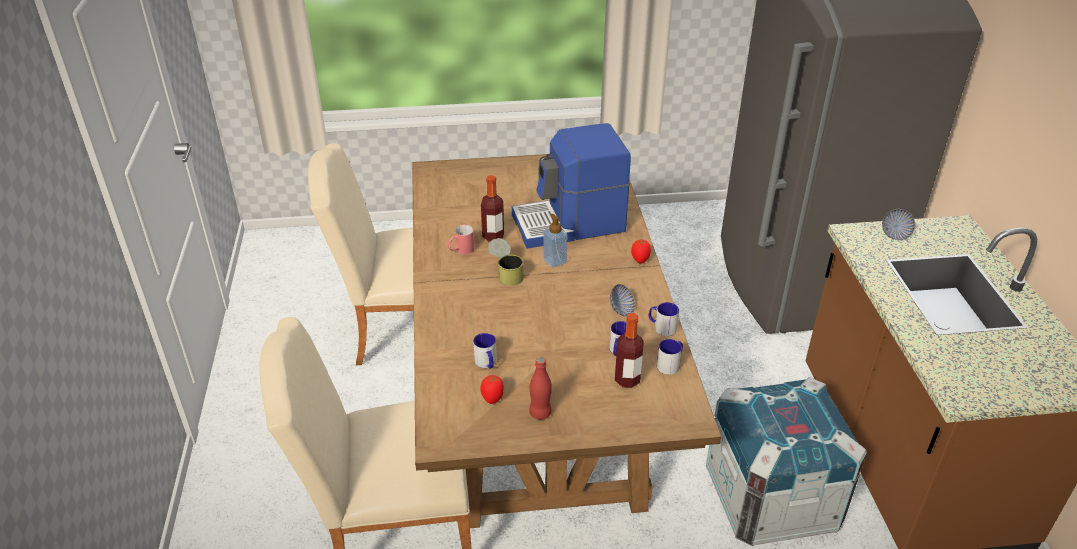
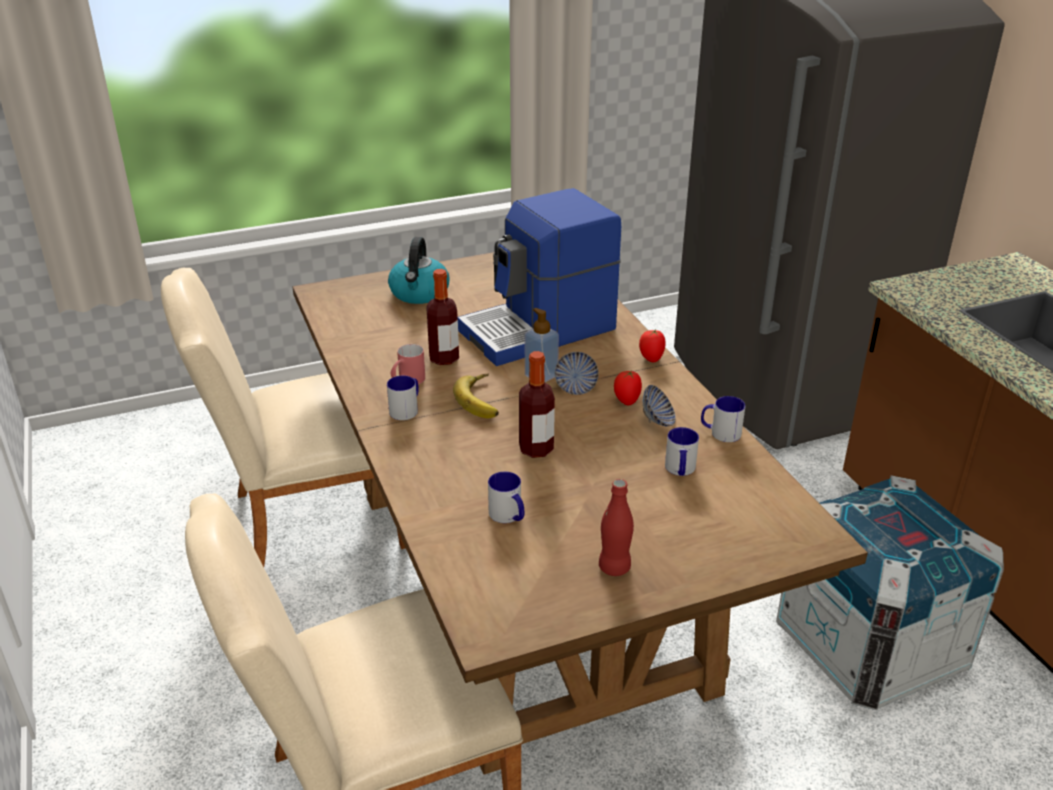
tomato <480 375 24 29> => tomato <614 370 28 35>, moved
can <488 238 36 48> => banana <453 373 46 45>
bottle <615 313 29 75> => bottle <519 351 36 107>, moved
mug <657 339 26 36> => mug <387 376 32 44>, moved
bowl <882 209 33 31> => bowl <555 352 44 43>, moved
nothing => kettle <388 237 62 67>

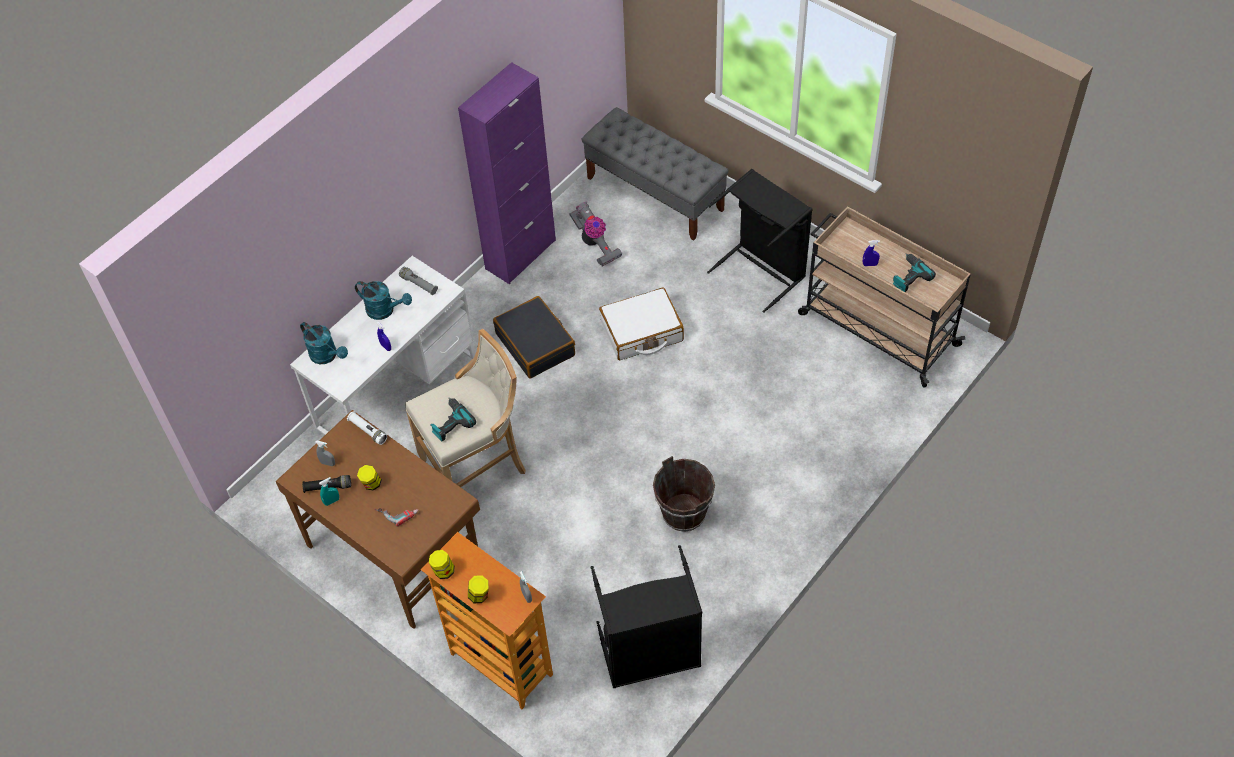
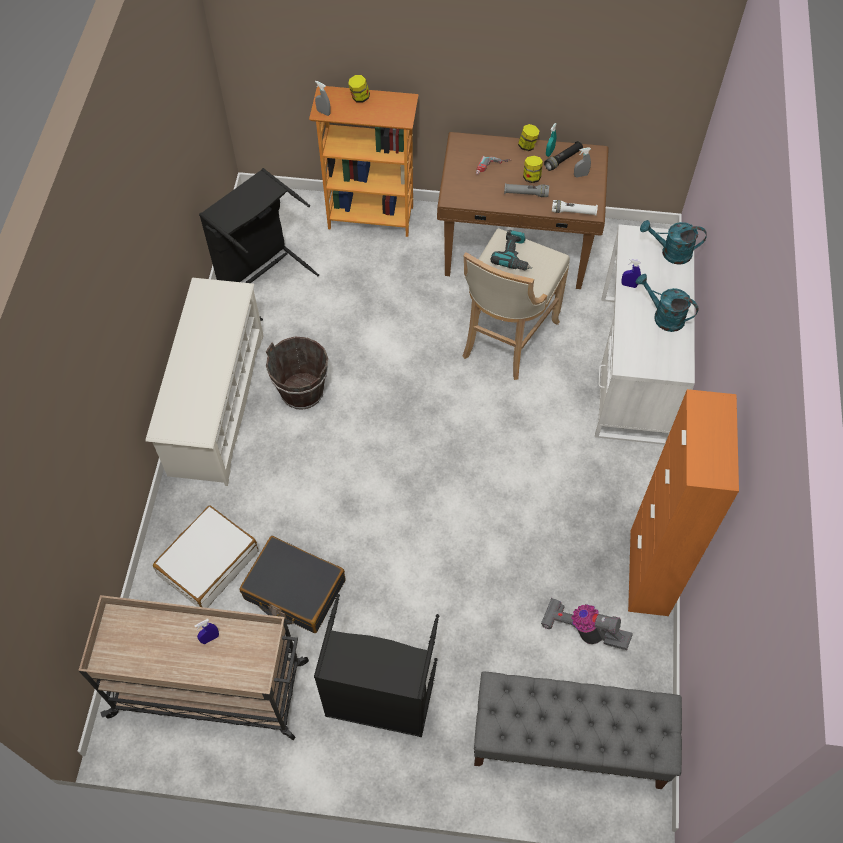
turquoise watering can <355 281 57 39> => turquoise watering can <636 274 62 58>, 45 degrees clockwise
grey flashlight <399 267 39 28> => grey flashlight <504 183 45 14>, moved
jar <429 550 26 29> => jar <518 124 22 27>, moved
purple cabinet <458 62 98 222> => orange cabinet <628 389 111 227>
black suitcase <493 296 82 82> => black suitcase <240 536 105 97>, moved
white suitcase <599 288 85 72> => white suitcase <153 506 105 102>, moved
power drill <893 254 43 38> => nothing
nothing => white shoe rack <146 277 118 209>

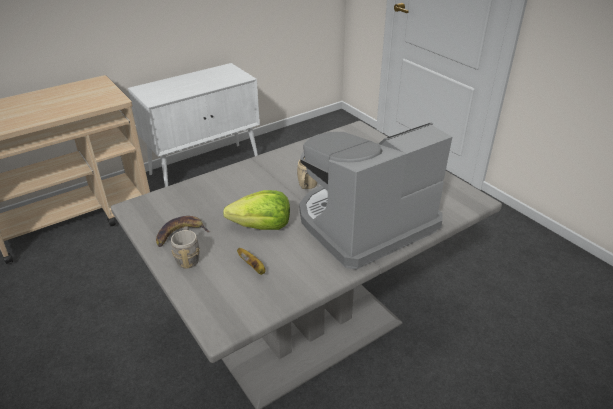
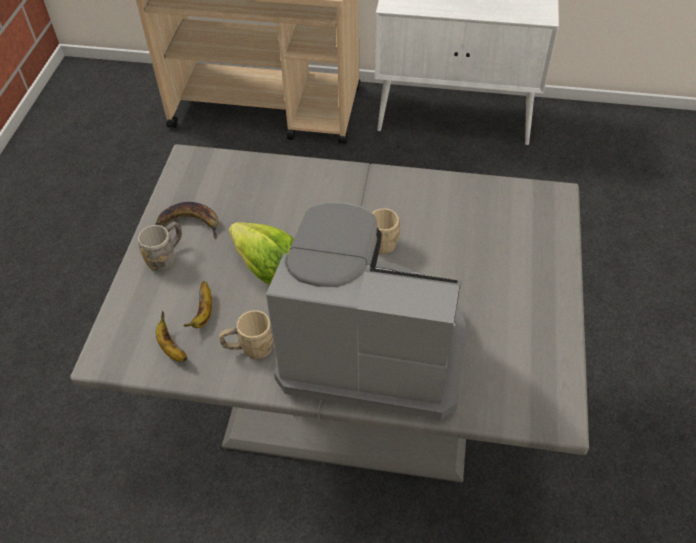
nothing => banana <156 311 31 51>
nothing => beige mug <219 310 55 49>

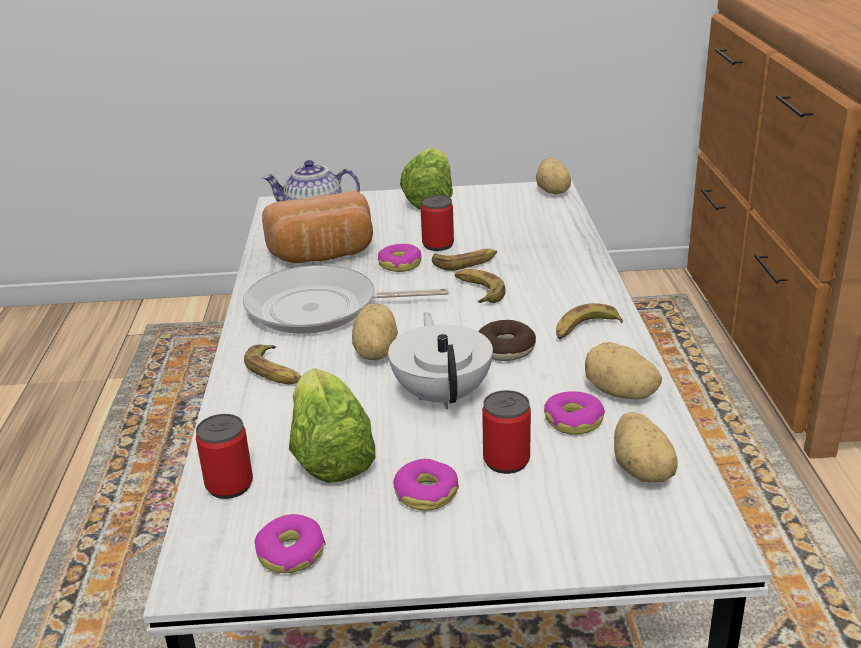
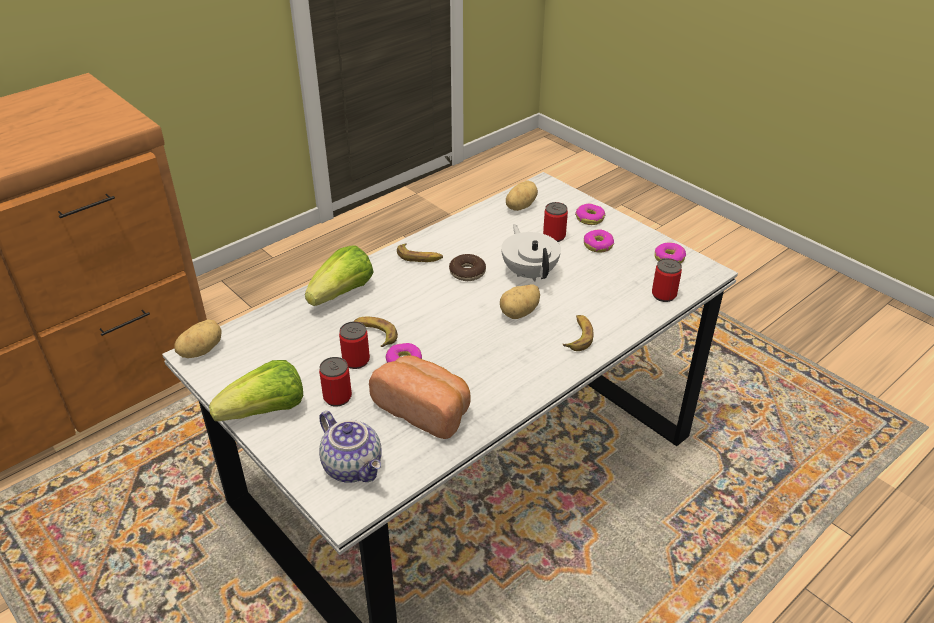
frying pan <243 265 206 69> => nothing
lettuce <289 368 86 115> => lettuce <305 245 69 61>, moved
white teapot <388 312 105 97> => white teapot <501 224 60 58>, 120 degrees clockwise
banana <455 269 51 34> => nothing
donut <544 391 61 44> => donut <575 204 30 21>, moved
potato <585 342 77 57> => nothing
nothing => can <319 357 33 50>

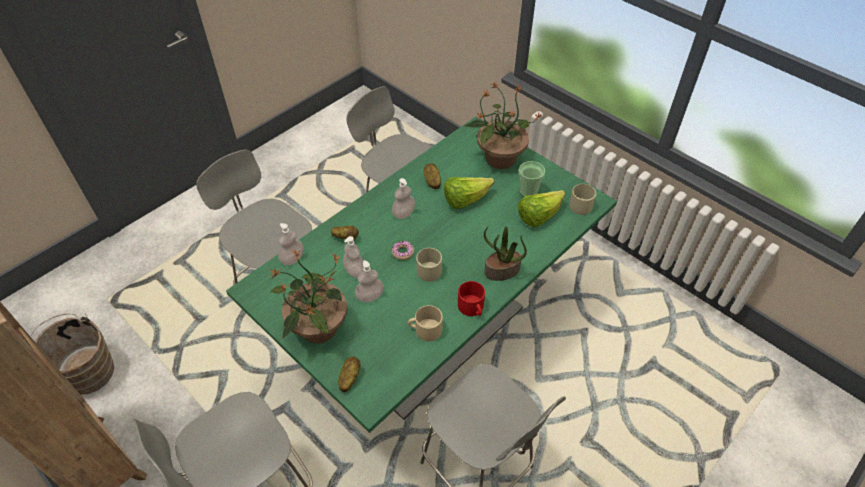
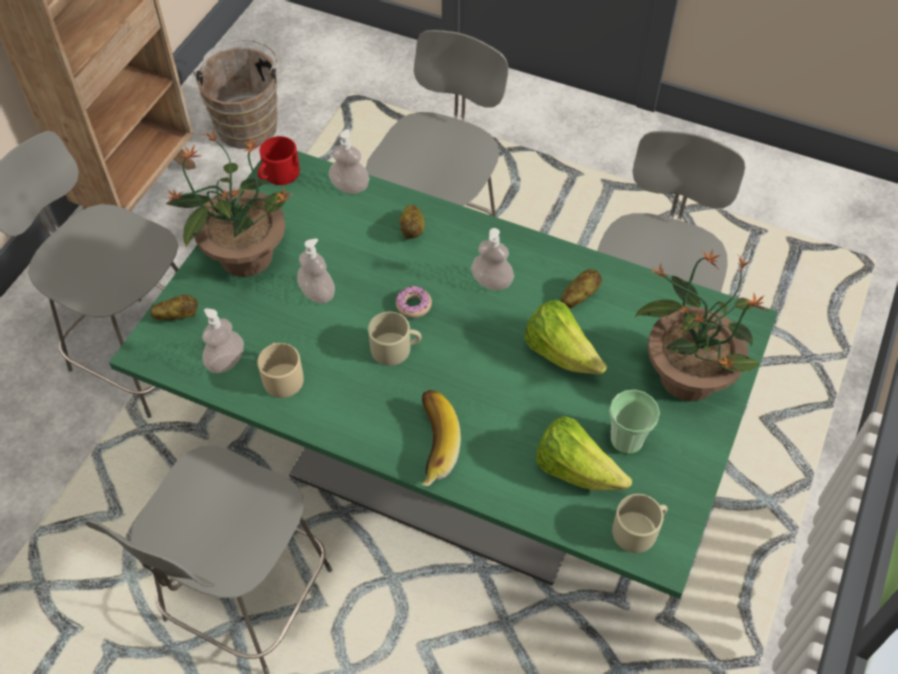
soap dispenser <343 236 21 42> => soap dispenser <202 308 42 65>, moved
red mug <458 281 27 35> => red mug <258 136 42 49>, moved
potted plant <484 226 43 55> => banana <422 390 39 96>

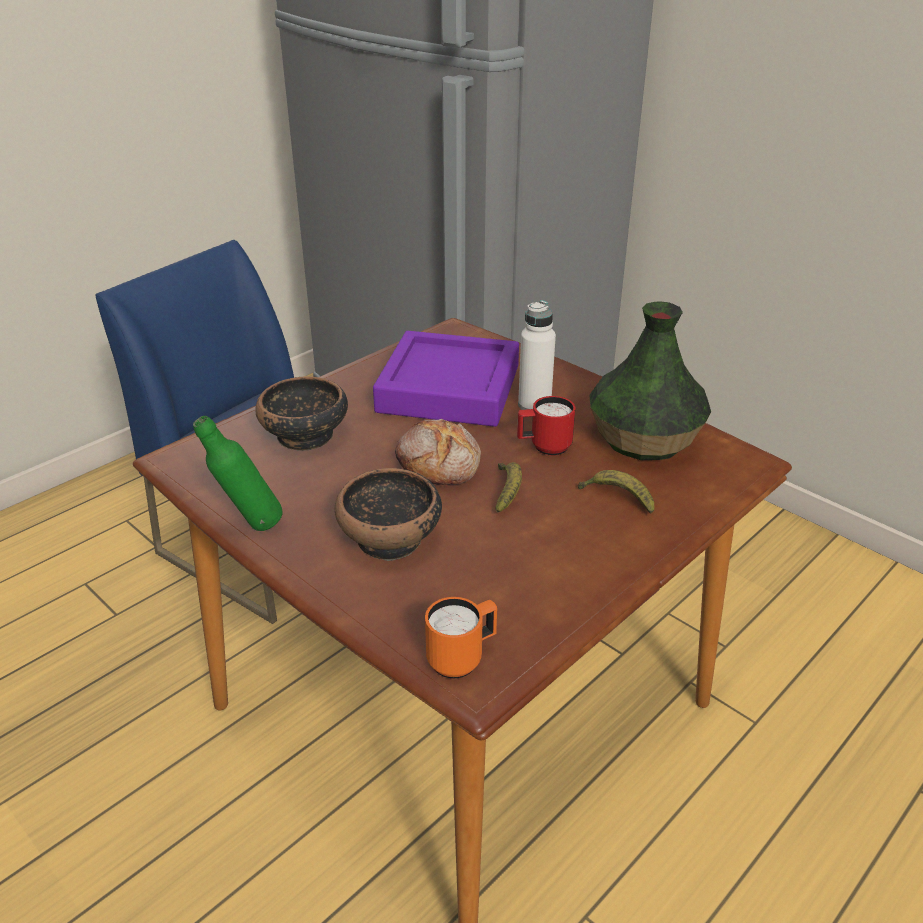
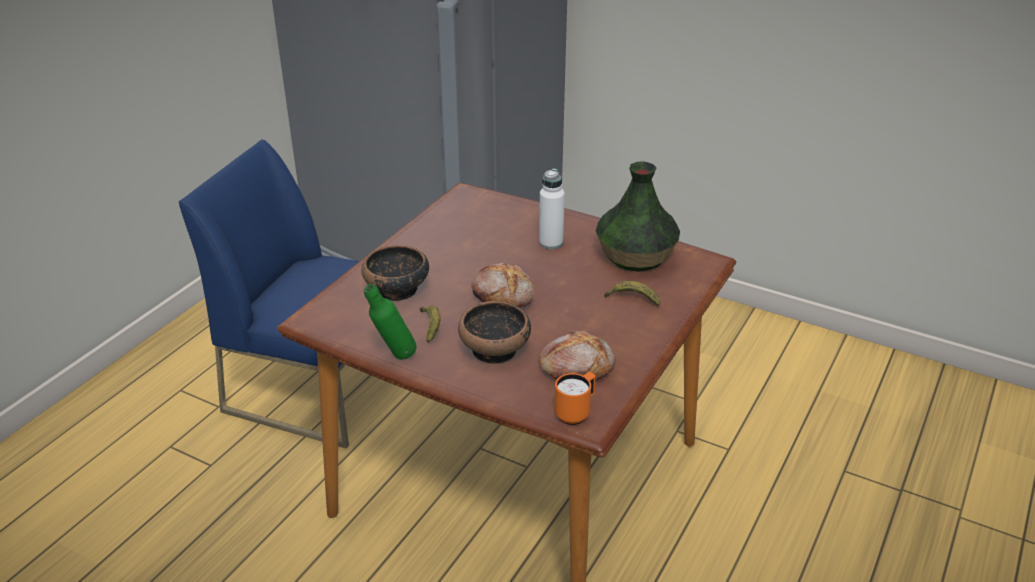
purple tray <373 331 146 96> => nothing
banana <495 462 27 51> => banana <420 305 21 37>, moved
red mug <517 396 59 60> => nothing
nothing => bread <539 331 77 49>

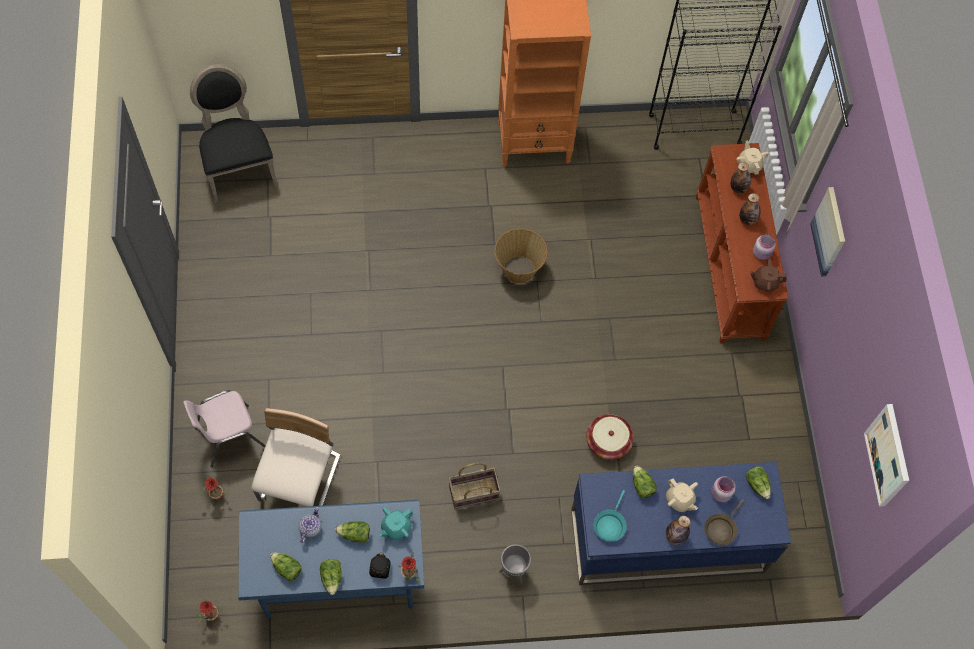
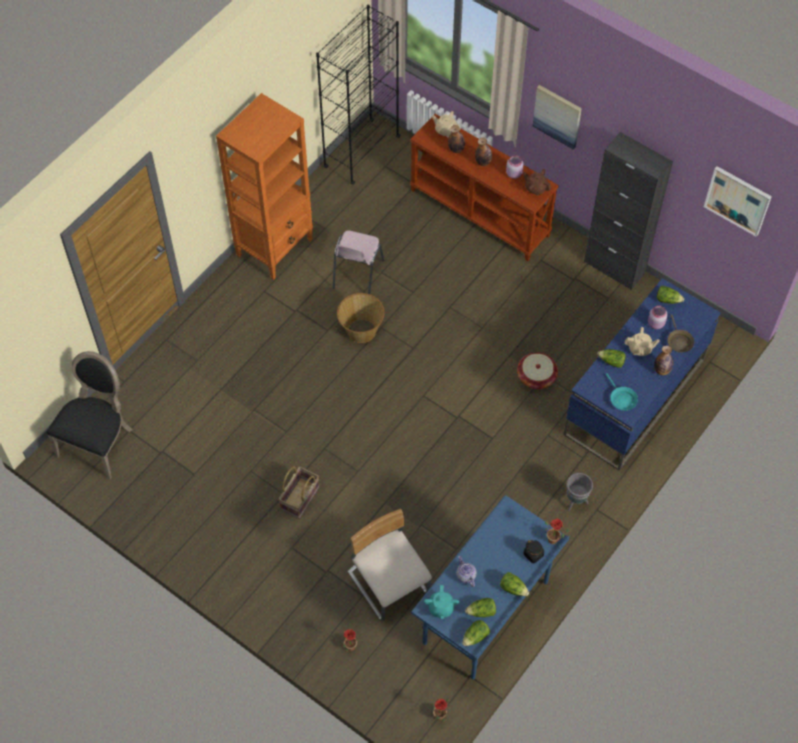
pink chair <183 390 83 78> => pink chair <333 230 51 64>, moved
black chair <190 64 88 138> => black chair <46 351 87 129>, 90 degrees clockwise
lettuce <335 521 35 22> => lettuce <462 620 28 26>, moved
turquoise teapot <379 507 34 33> => turquoise teapot <424 585 35 34>, moved
basket <448 463 53 46> => basket <278 466 41 53>, moved
brown teapot <750 259 36 32> => brown teapot <523 169 28 27>, 75 degrees clockwise
nothing => black cabinet <584 132 89 158>

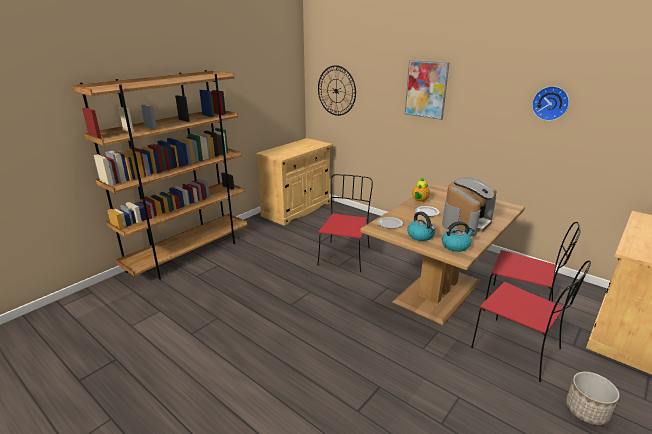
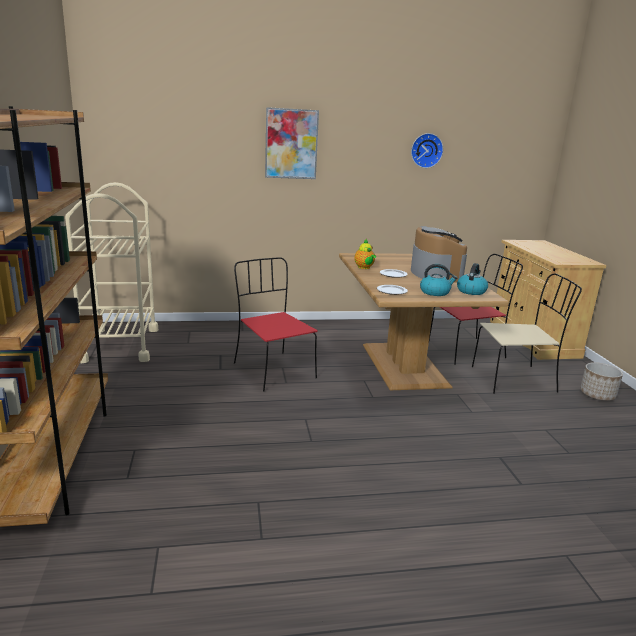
beige cabinet <255 138 78 88> => beige cart <65 182 93 181>
wall clock <318 65 38 51> => nothing
red chair <471 261 120 121> => beige chair <472 273 110 121>

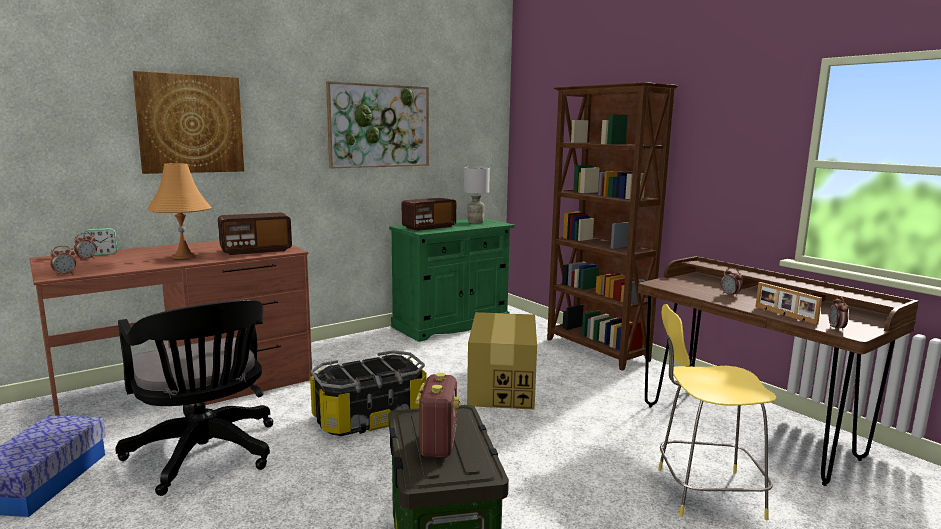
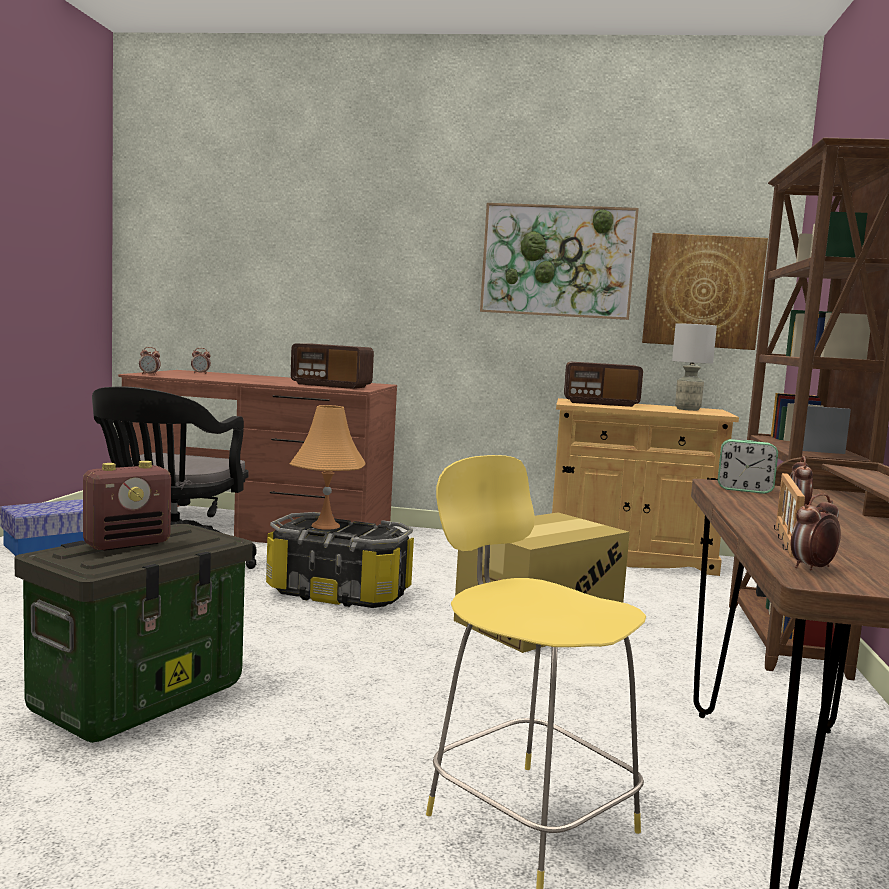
alarm clock <83 228 34 27> => alarm clock <718 439 60 55>, moved
picture <133 71 111 103> => picture <642 233 126 117>, moved
orange table lamp <147 163 65 96> => orange table lamp <290 405 76 125>, moved
green cabinet <389 218 125 124> => beige cabinet <552 398 187 178>

